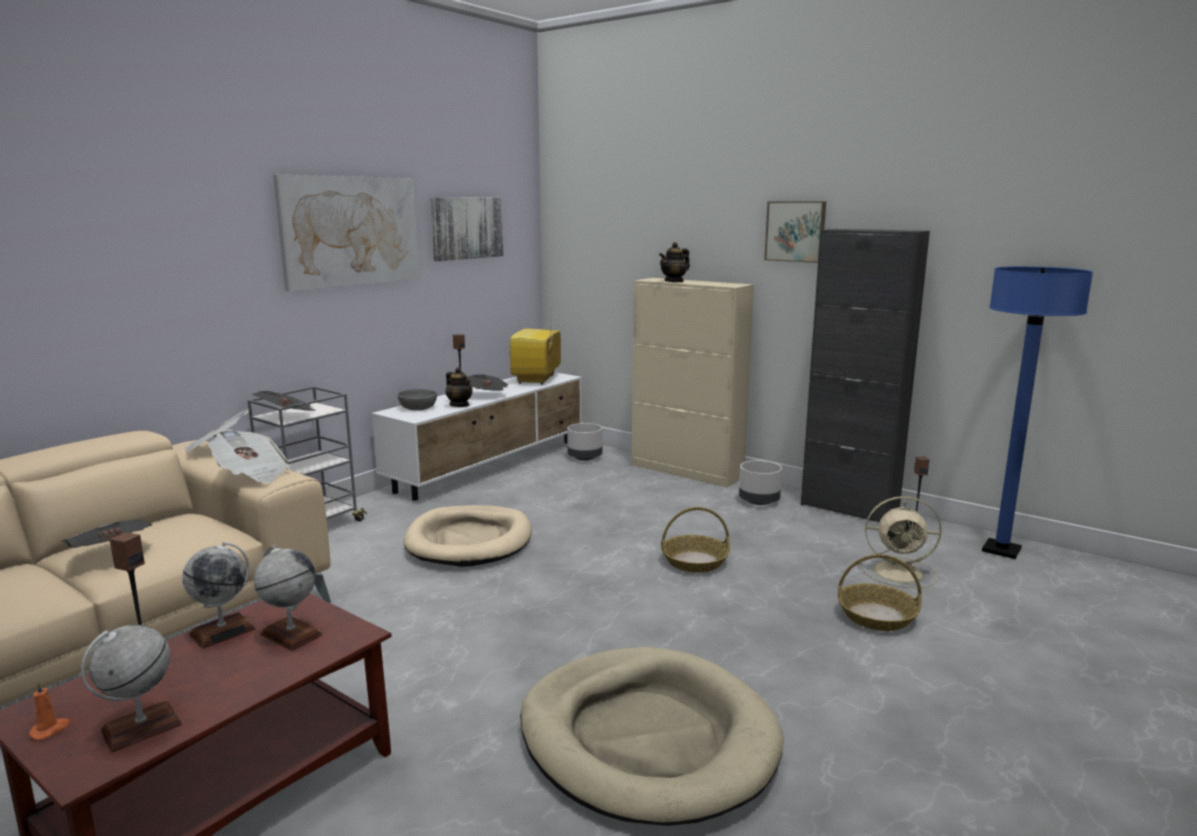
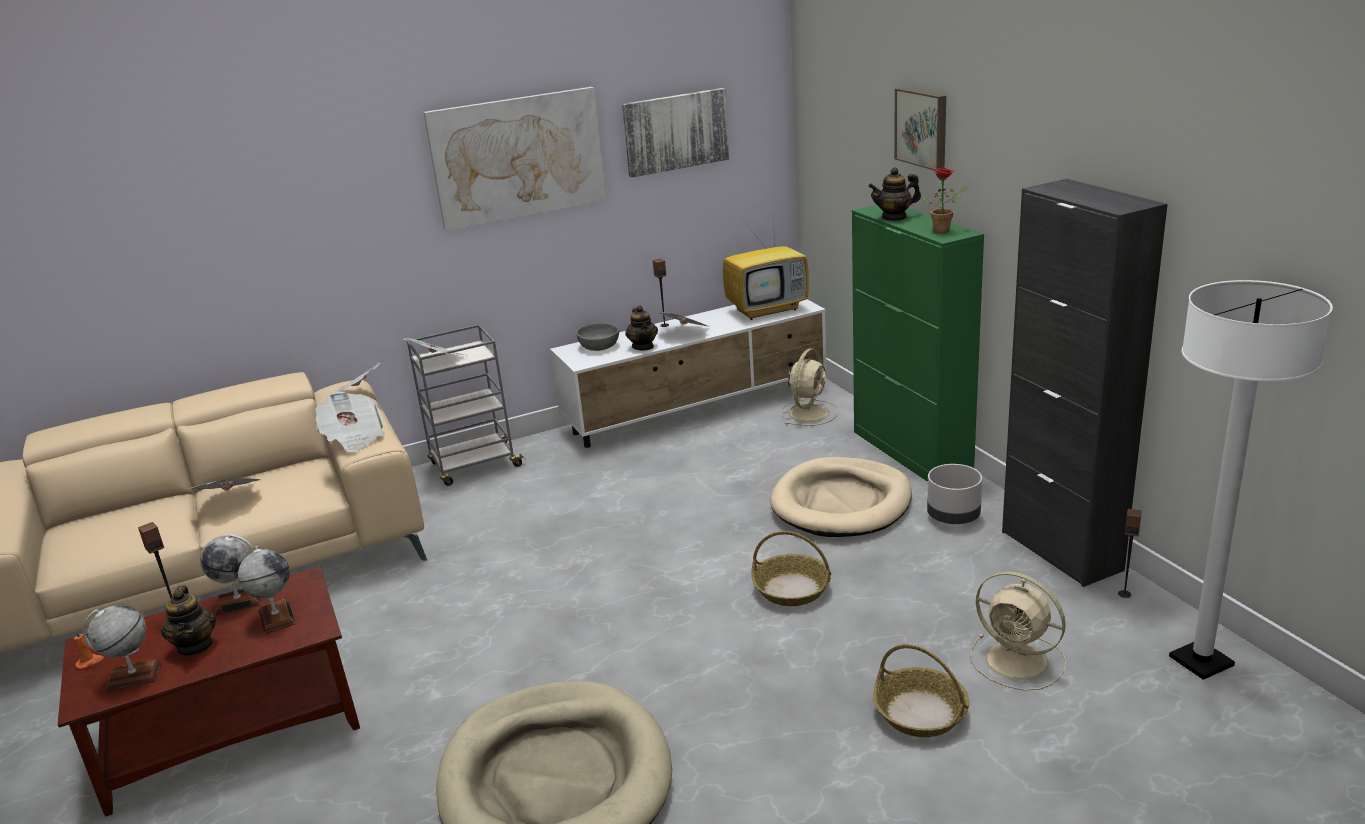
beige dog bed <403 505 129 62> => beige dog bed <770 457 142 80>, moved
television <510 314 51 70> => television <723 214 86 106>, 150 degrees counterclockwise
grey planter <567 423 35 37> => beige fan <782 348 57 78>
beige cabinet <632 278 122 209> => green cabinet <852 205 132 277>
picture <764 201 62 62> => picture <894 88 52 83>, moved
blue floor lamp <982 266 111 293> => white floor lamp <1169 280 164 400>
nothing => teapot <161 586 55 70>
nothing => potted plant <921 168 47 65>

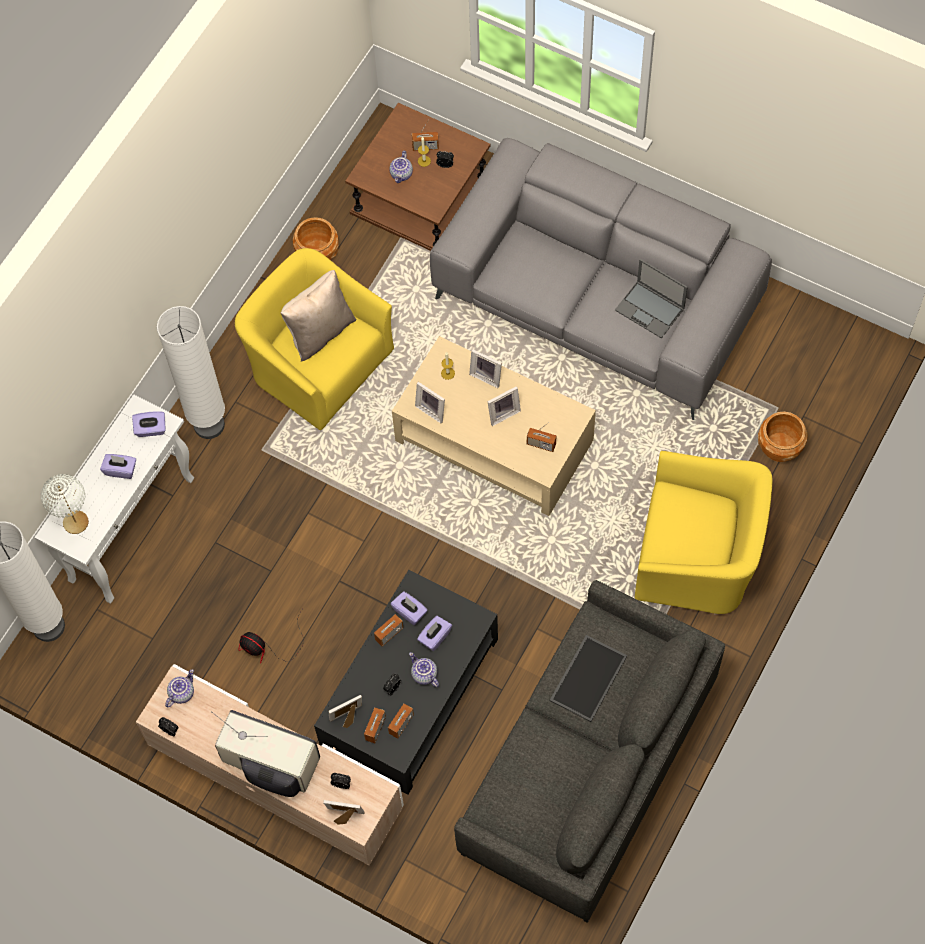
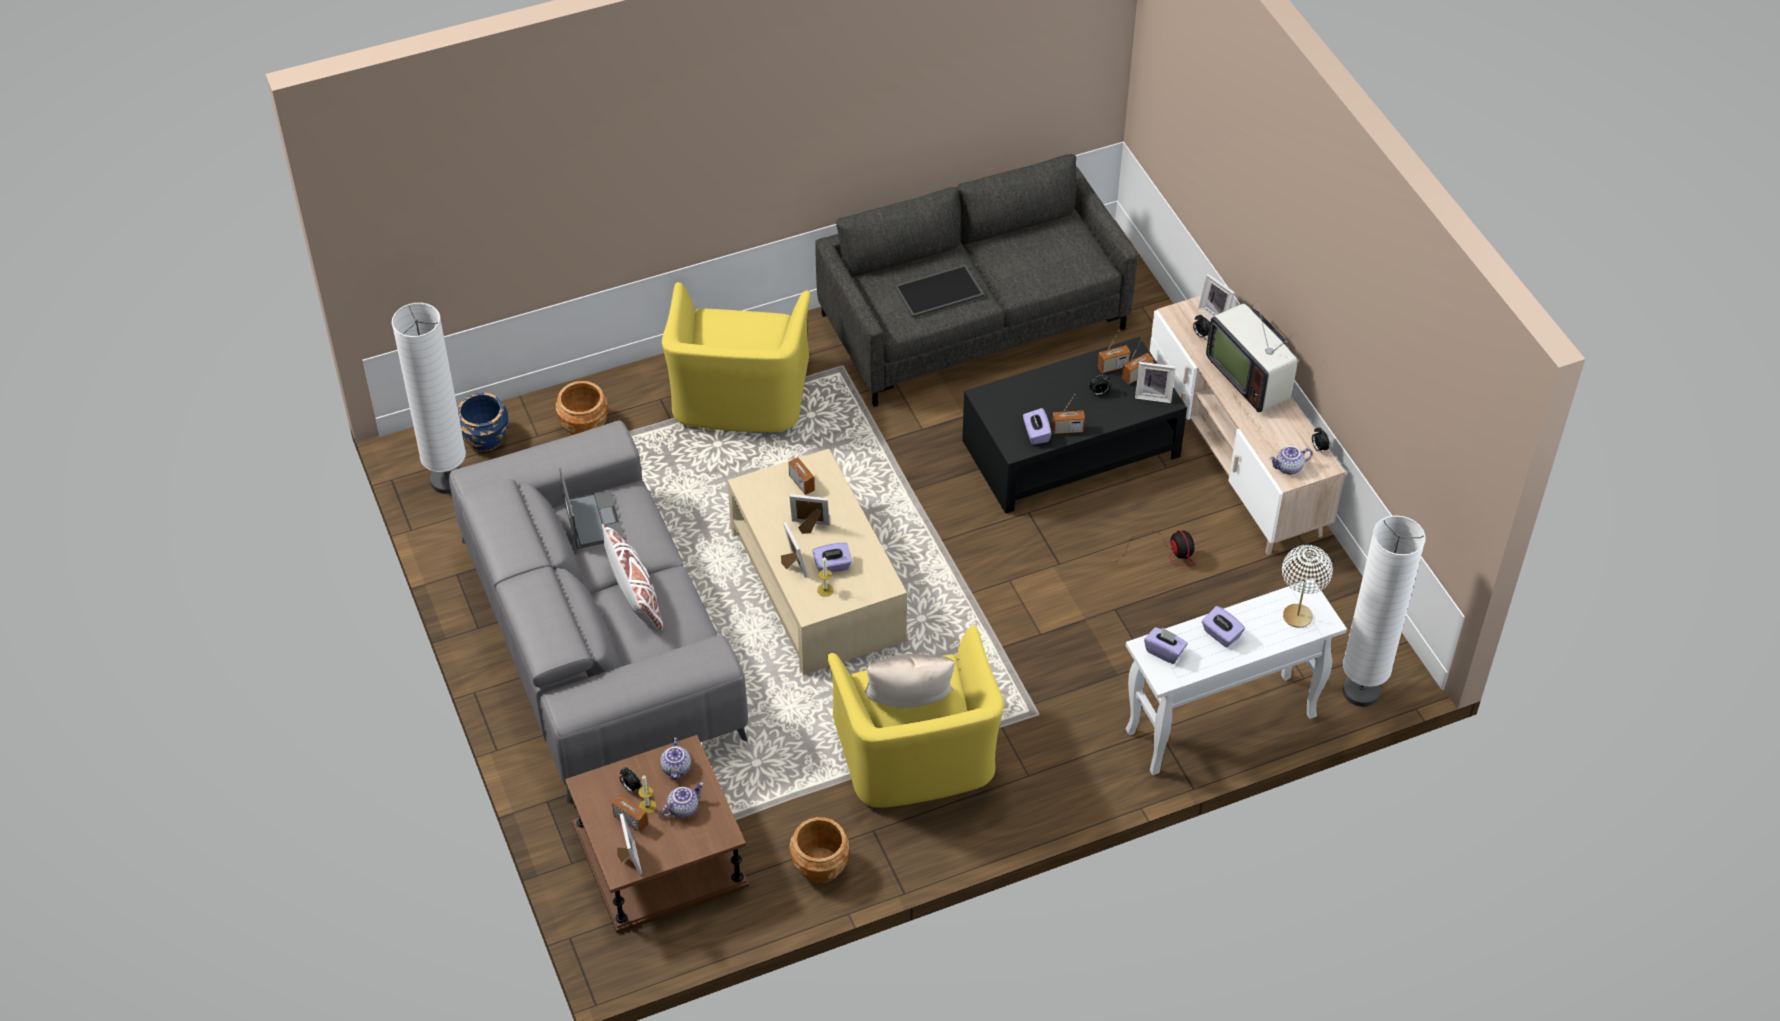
white floor lamp <157 306 68 133> => white floor lamp <392 303 74 191>, moved
teapot <409 652 30 35> => teapot <660 737 31 43>, moved
picture frame <415 382 30 41> => picture frame <617 814 25 61>, moved
purple tissue box <417 616 35 35> => purple tissue box <812 543 40 30>, moved
yellow armchair <635 451 137 164> => yellow armchair <662 282 149 150>, 135 degrees counterclockwise
nothing => blue planter <458 393 50 58>
nothing => white pillow <602 524 61 108>

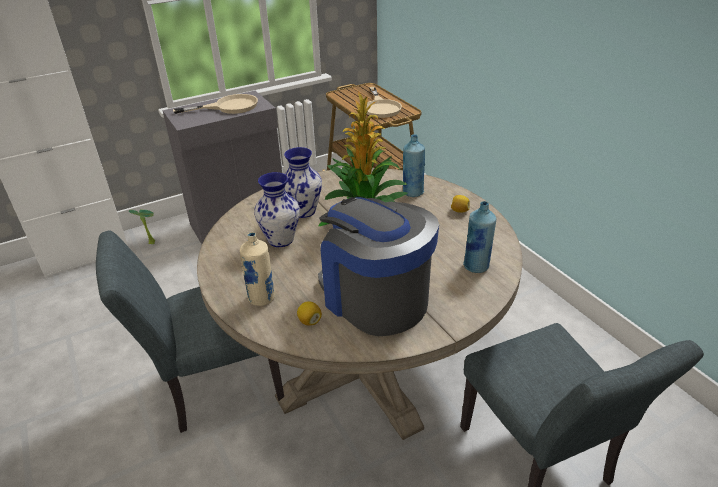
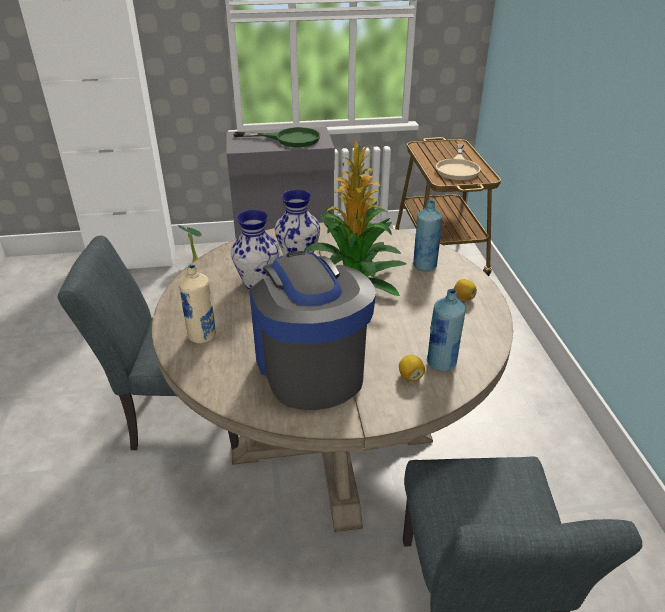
beige frying pan <173 94 85 20> => green frying pan <233 127 87 20>
lemon <297 301 25 25> => lemon <399 355 26 26>, moved

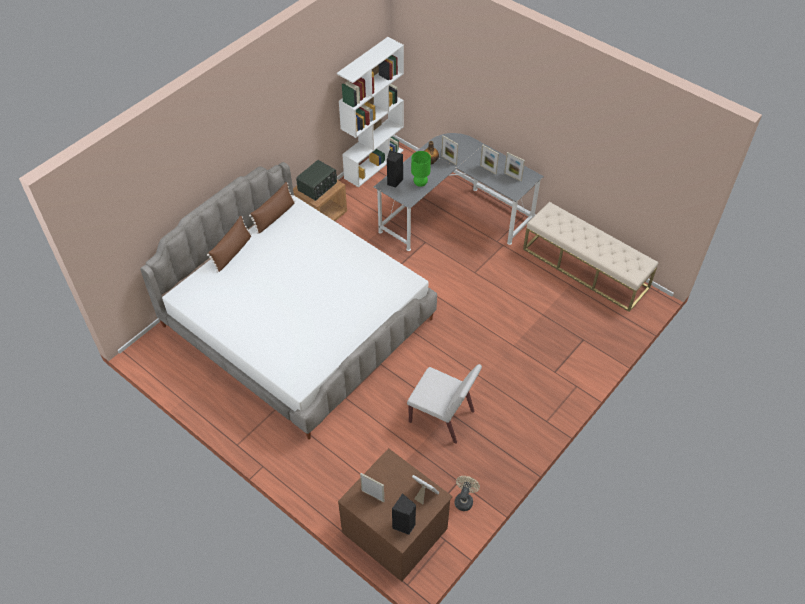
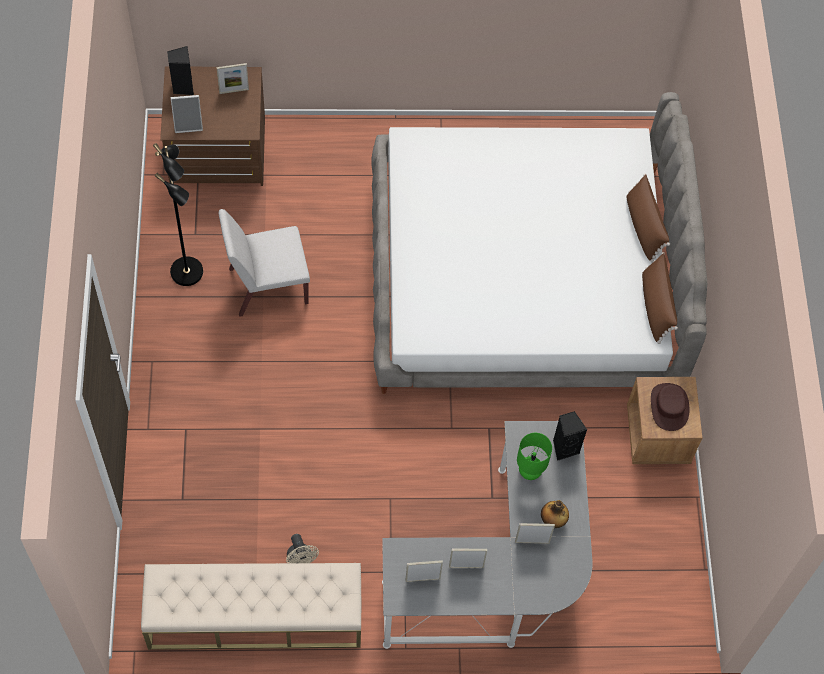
radio <296 160 41 41> => brown hat <651 383 39 48>
white bookcase <337 37 67 150> => nothing
beige fan <455 476 25 35> => beige fan <286 534 33 29>, moved
nothing => black floor lamp <153 143 50 143>

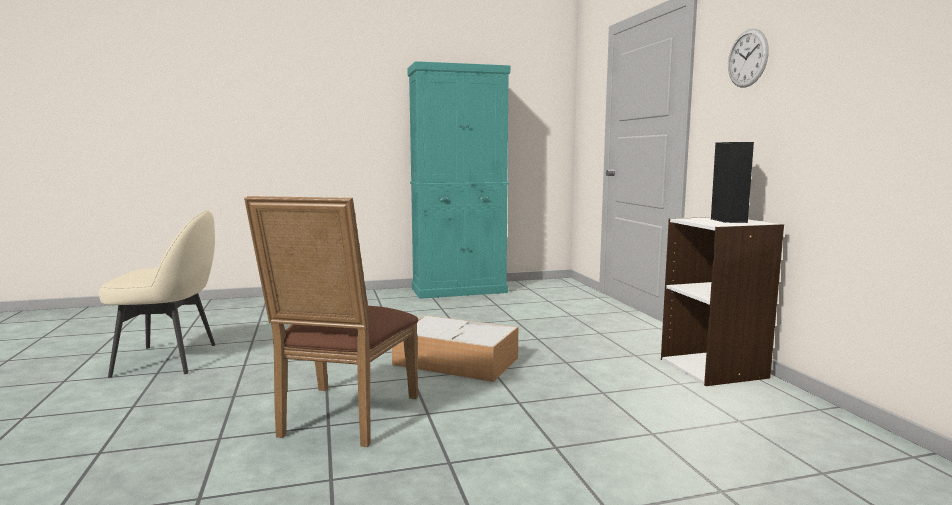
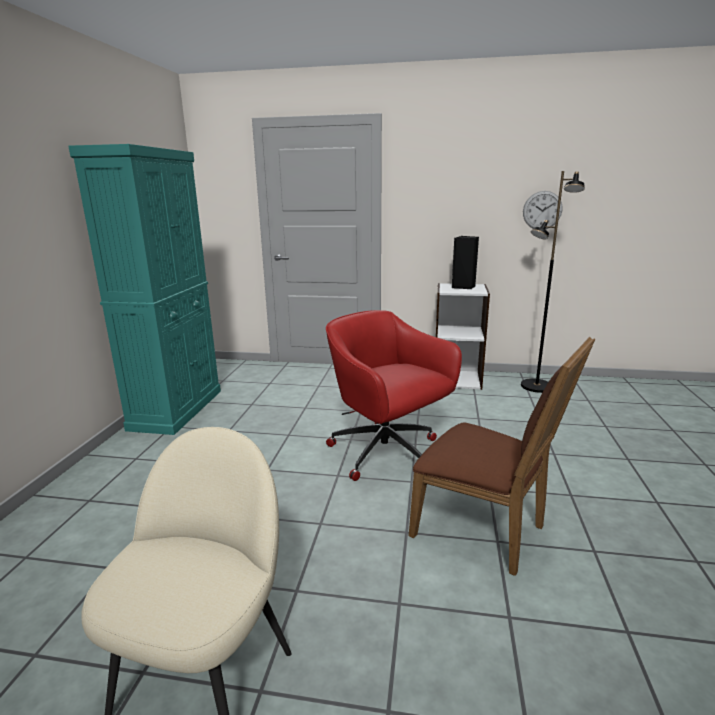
storage box <392 315 126 67> => red office chair <326 310 136 171>
wall clock <728 29 41 59> => wall clock <523 191 39 38>, moved
nothing => black floor lamp <521 171 64 222>

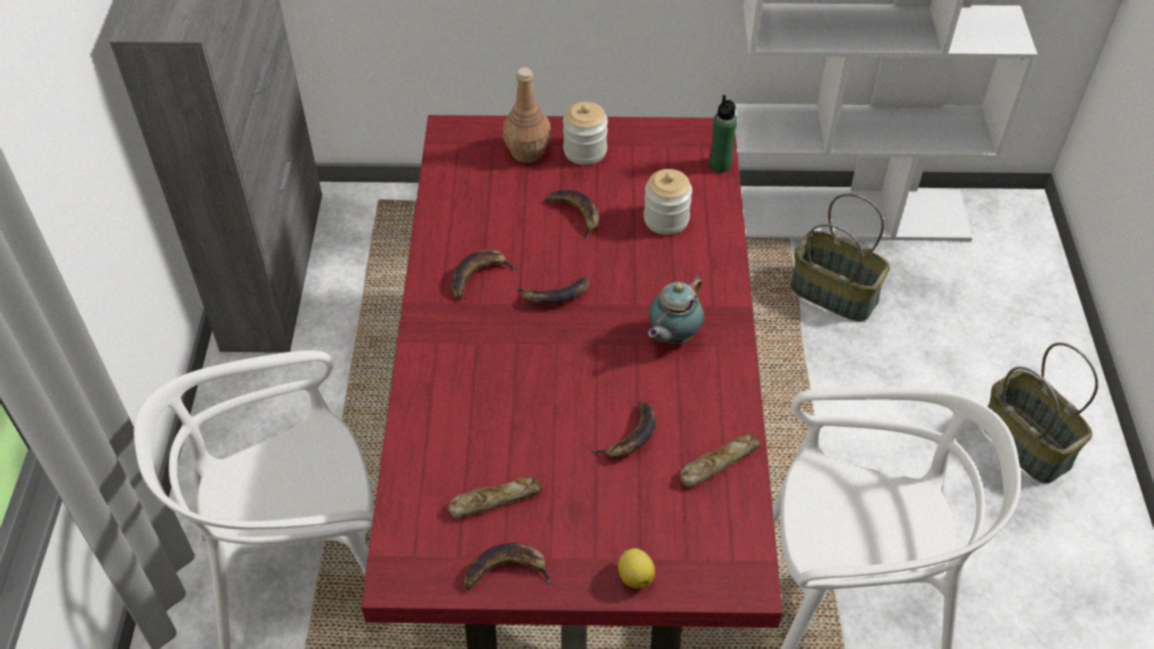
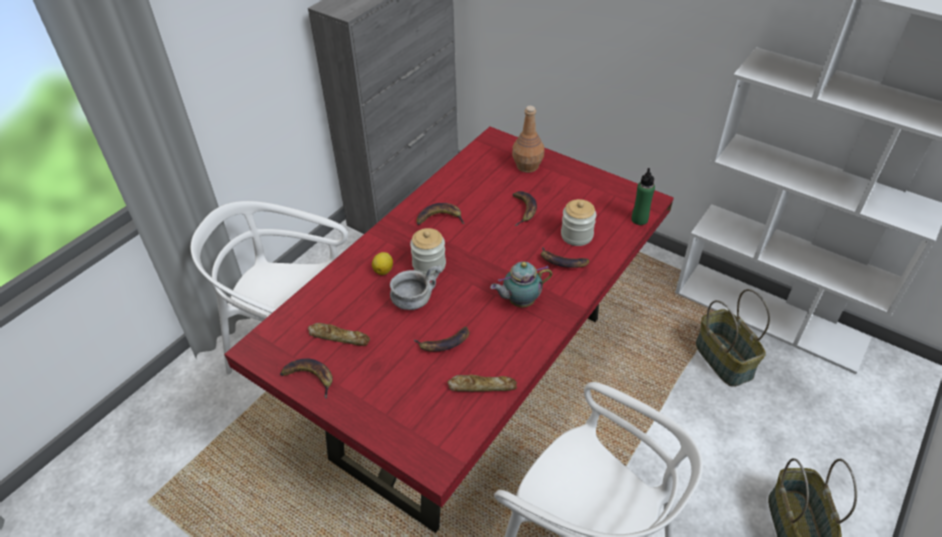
banana <516 276 73 28> => banana <541 247 48 21>, moved
jar <563 102 45 63> => jar <410 228 36 47>, moved
lemon <618 548 37 41> => lemon <372 252 21 23>, moved
nothing => grey bowl <390 265 53 45>

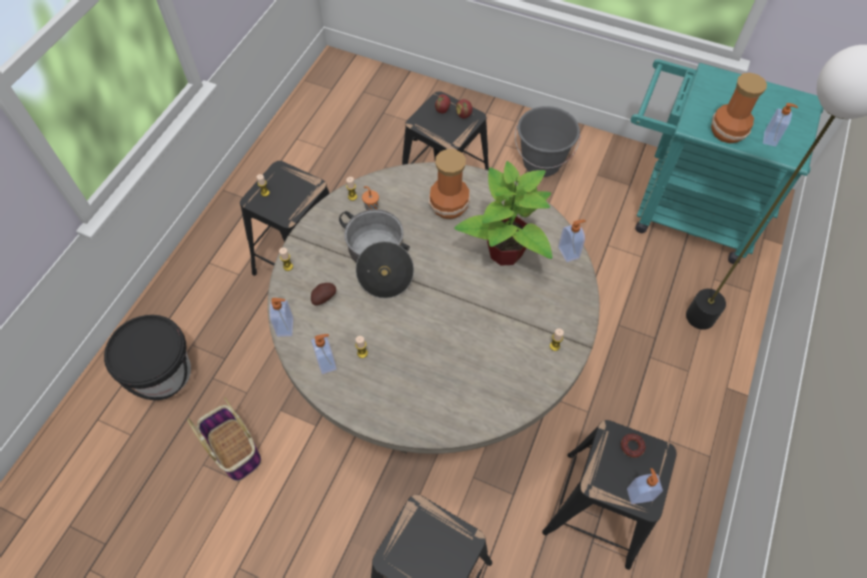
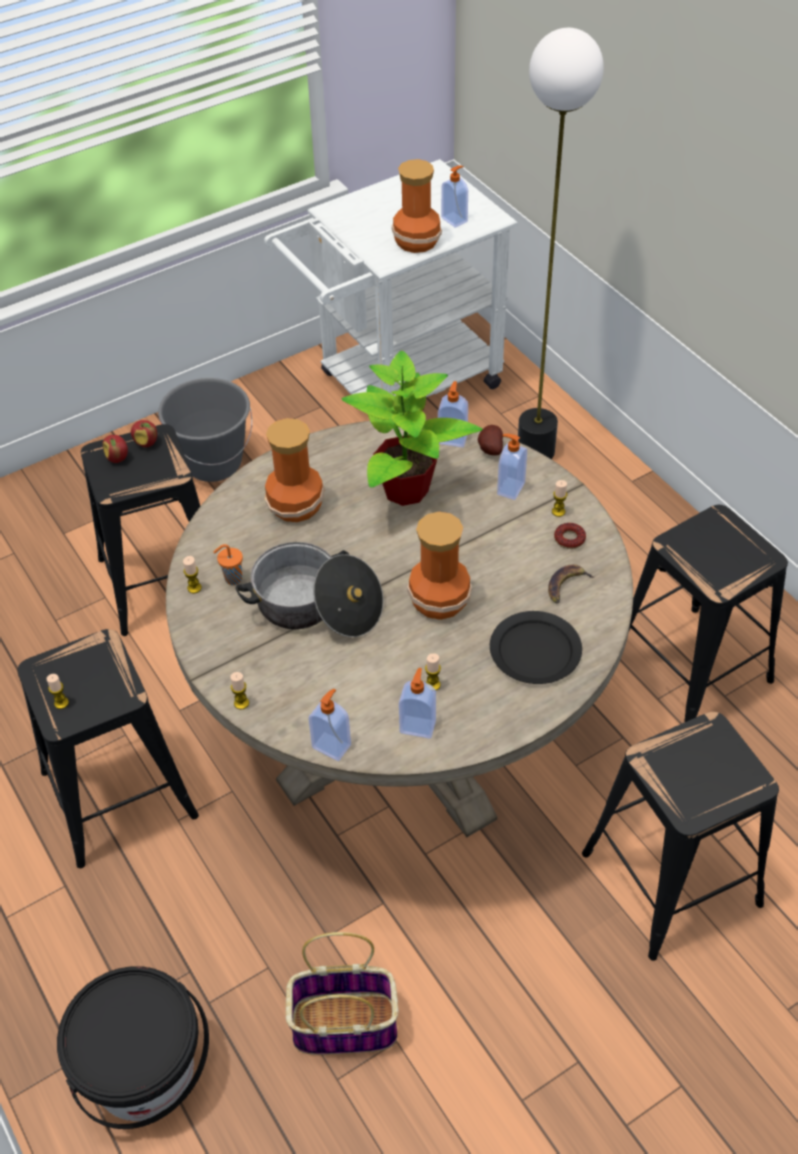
potato <311 283 25 22> => potato <478 425 25 31>, moved
donut <621 434 25 24> => donut <554 523 32 26>, moved
soap dispenser <627 468 36 36> => soap dispenser <497 434 30 66>, moved
turquoise cart <631 59 193 205> => white cart <264 159 254 238>
nothing => vase <407 512 65 108>
nothing => black plate <490 611 92 73>
nothing => banana <548 564 47 40>

